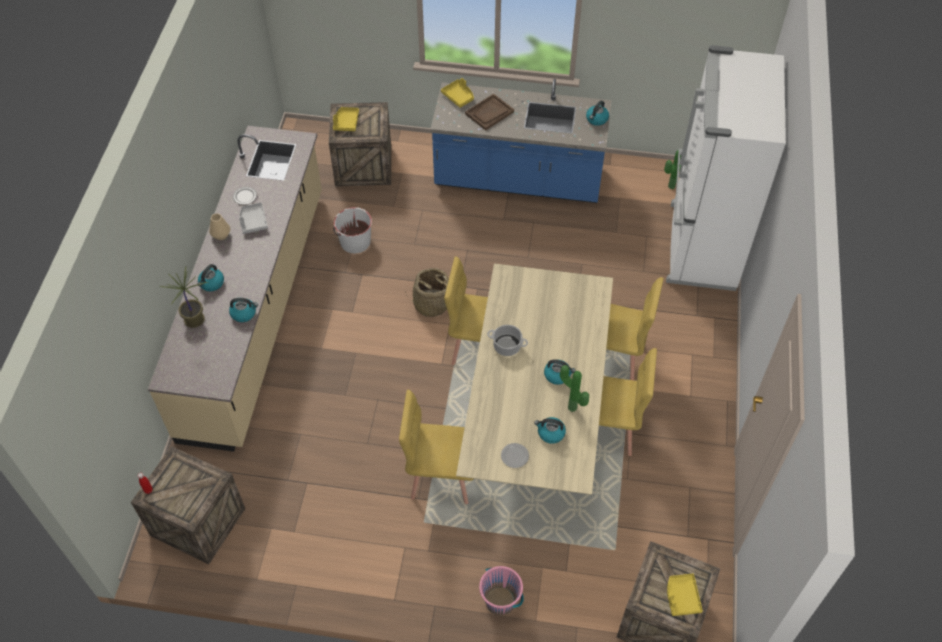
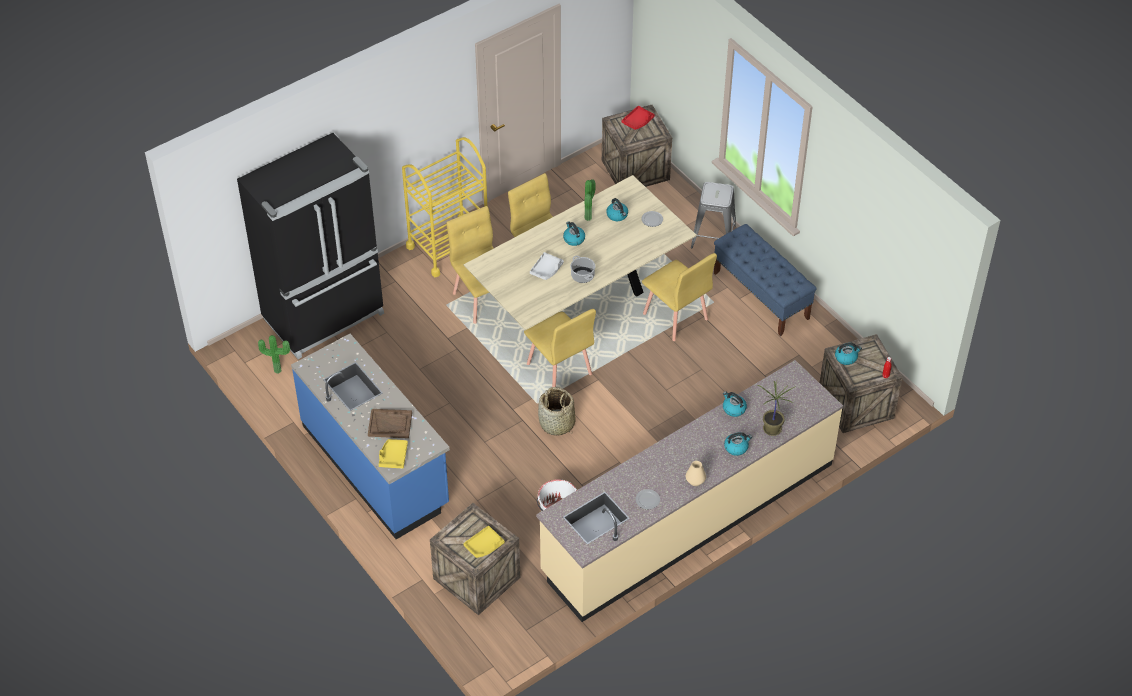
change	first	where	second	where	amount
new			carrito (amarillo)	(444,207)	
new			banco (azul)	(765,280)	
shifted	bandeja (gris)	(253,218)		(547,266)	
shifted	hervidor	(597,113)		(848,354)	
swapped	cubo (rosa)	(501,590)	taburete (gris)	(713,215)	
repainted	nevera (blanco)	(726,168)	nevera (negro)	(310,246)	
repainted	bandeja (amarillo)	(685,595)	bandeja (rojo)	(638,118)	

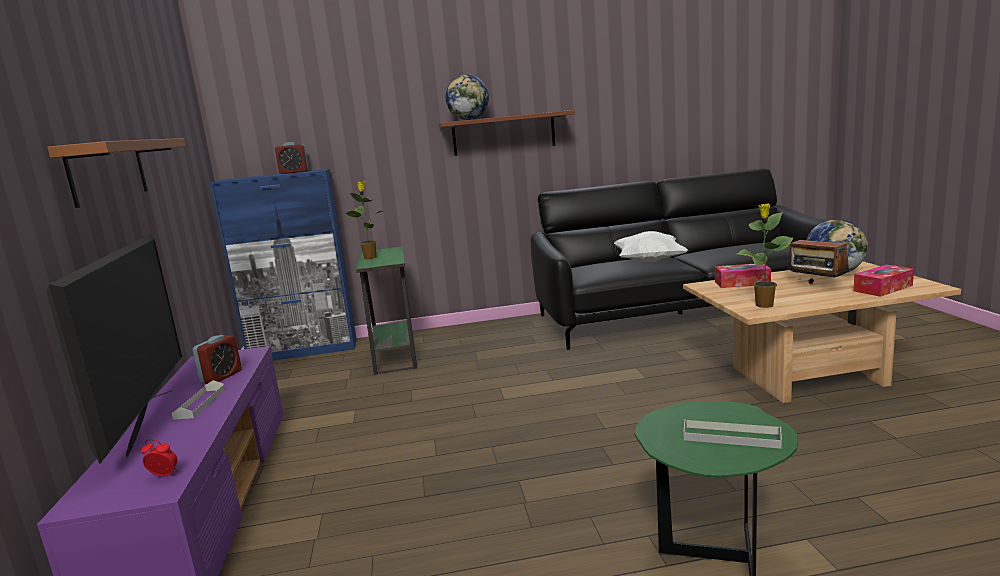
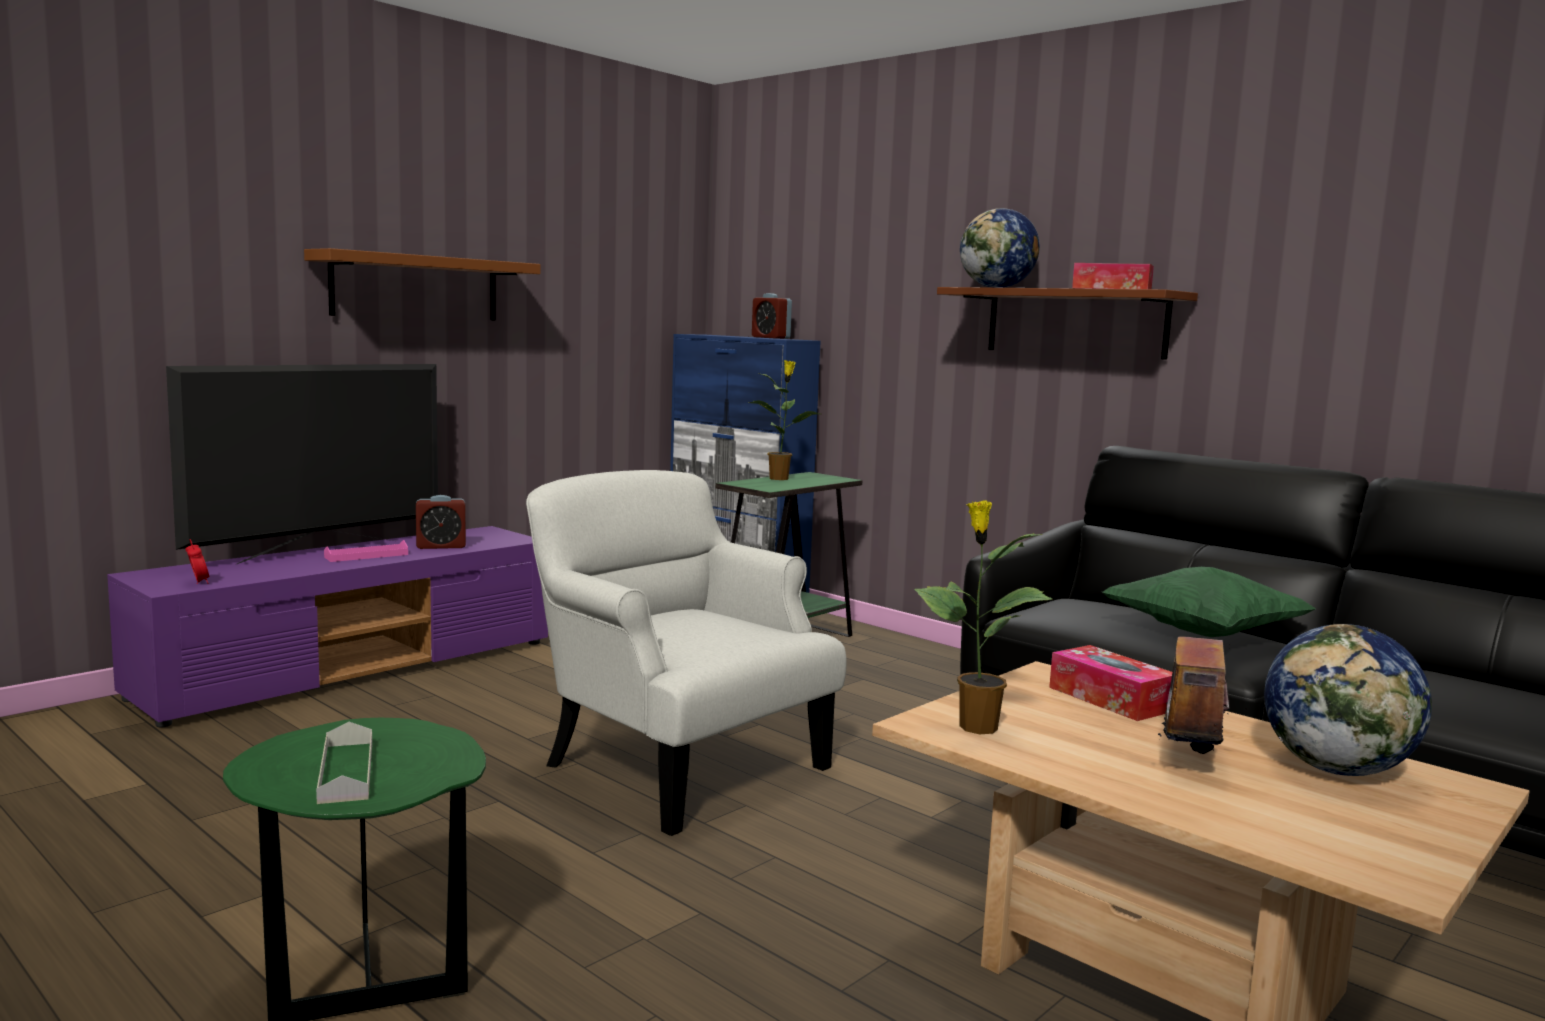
change	first	where	second	where	amount
new			sillón (blanco)	(686,653)	
shifted	caja de pañuelos	(884,281)		(1113,276)	
repainted	bandeja (gris)	(198,400)	bandeja (rosa)	(366,551)	
repainted	cojín (blanco)	(651,246)	cojín (verde)	(1209,602)	

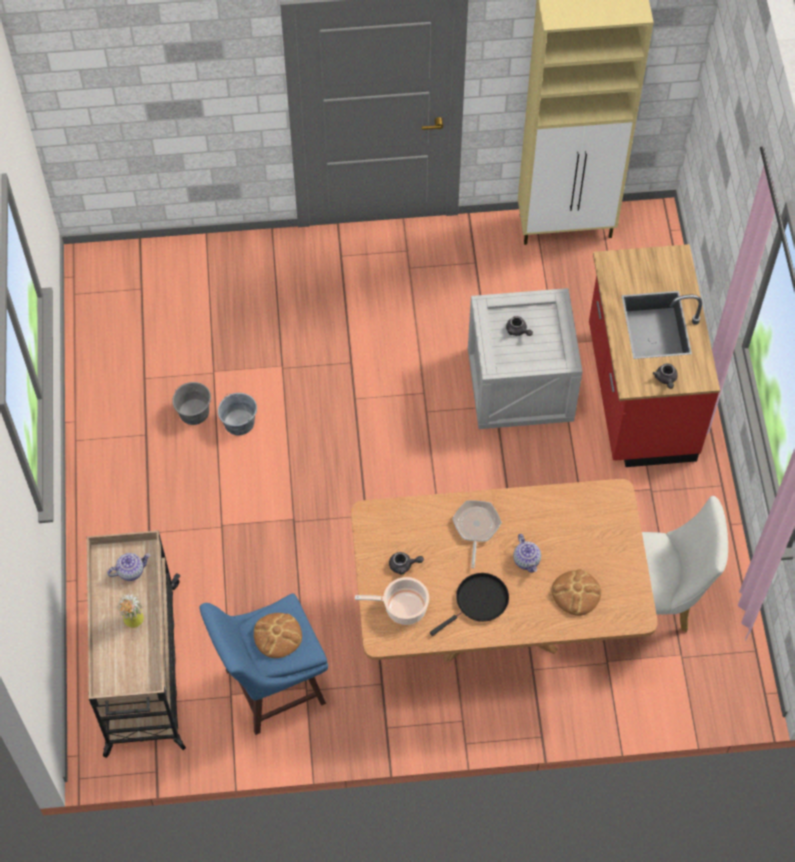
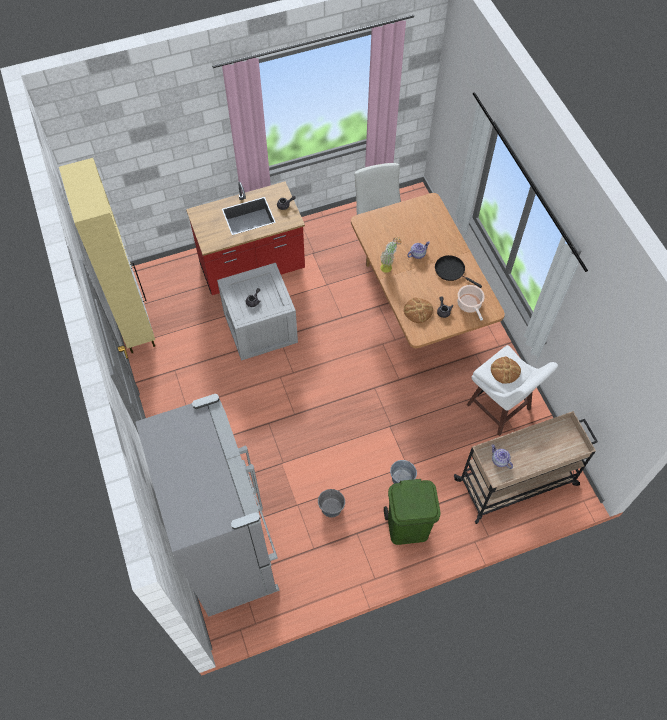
change	first	where	second	where	amount
gone	sartén	(477,534)			
new			nevera (gris)	(207,505)	
new			papelera (verde)	(412,512)	
shifted	planta en maceta	(130,610)		(391,255)	
shifted	cubo (gris)	(237,414)		(403,472)	
shifted	pan	(576,592)		(418,310)	
repainted	taburete (azul)	(263,664)	taburete (blanco)	(512,390)	

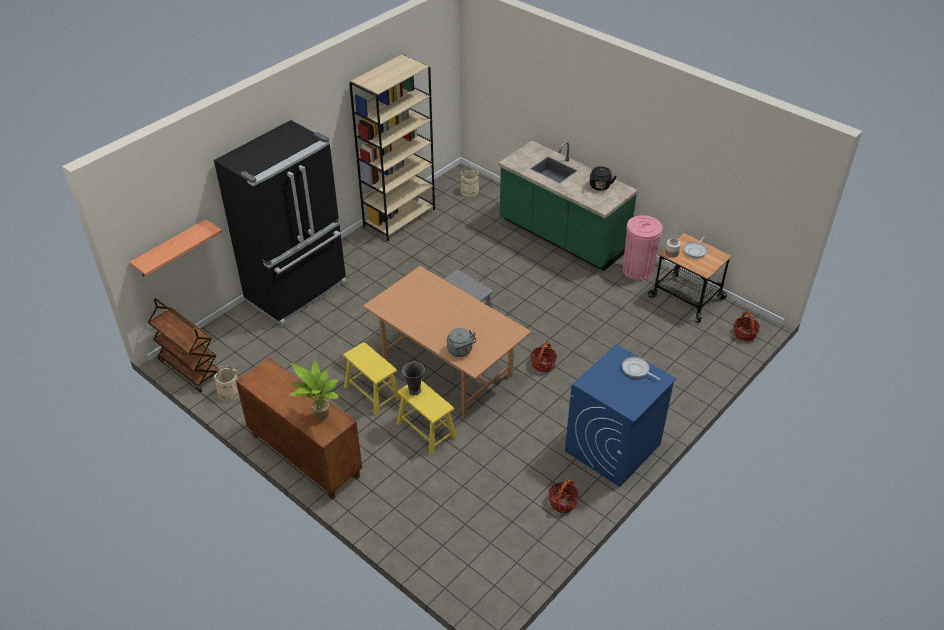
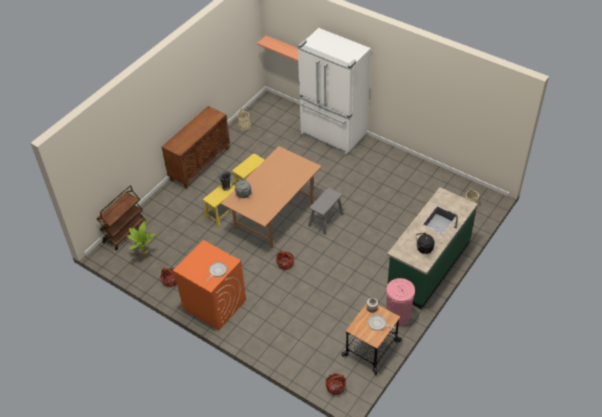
change	first	where	second	where	amount
gone	estantería (beis)	(392,147)			
shifted	carrito (marrón)	(183,345)		(121,218)	
shifted	planta en maceta	(314,390)		(141,239)	
repainted	nevera (negro)	(280,223)	nevera (blanco)	(334,92)	
repainted	lavadora (azul)	(621,415)	lavadora (naranja)	(209,285)	

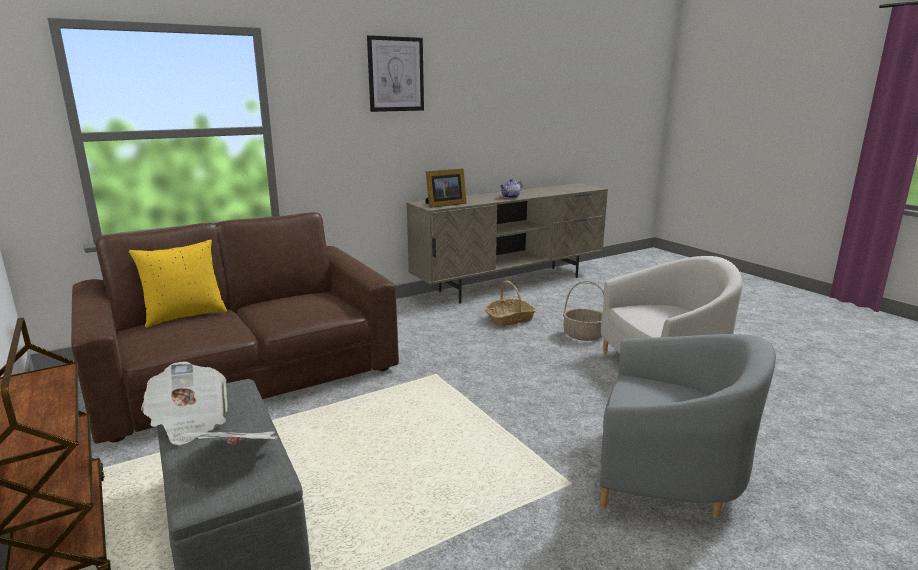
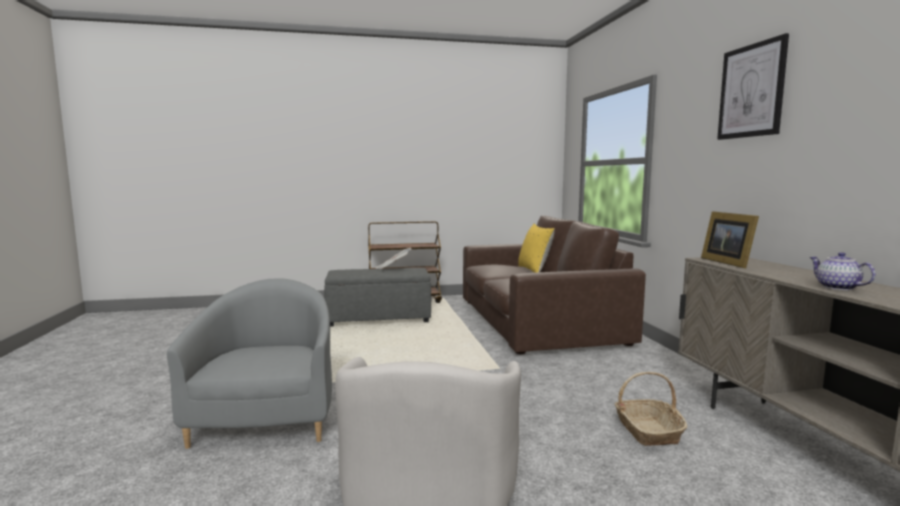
change	first	where	second	where	amount
gone	periódico	(229,438)			
gone	cesta	(583,311)			
rotated	sillón (gris)	(688,426)		(249,363)	135 degrees clockwise

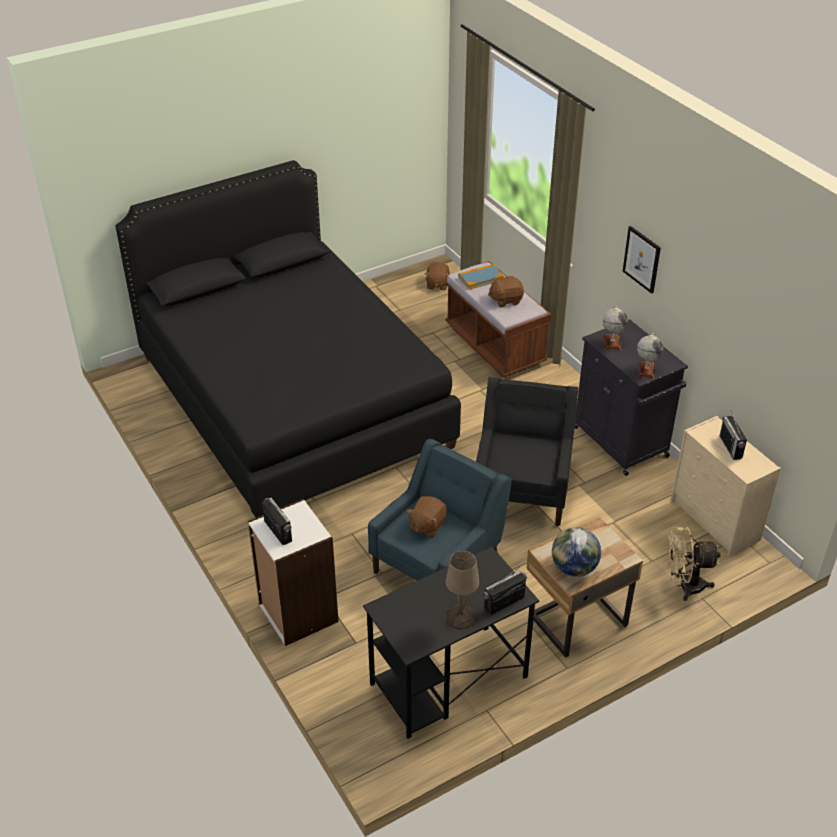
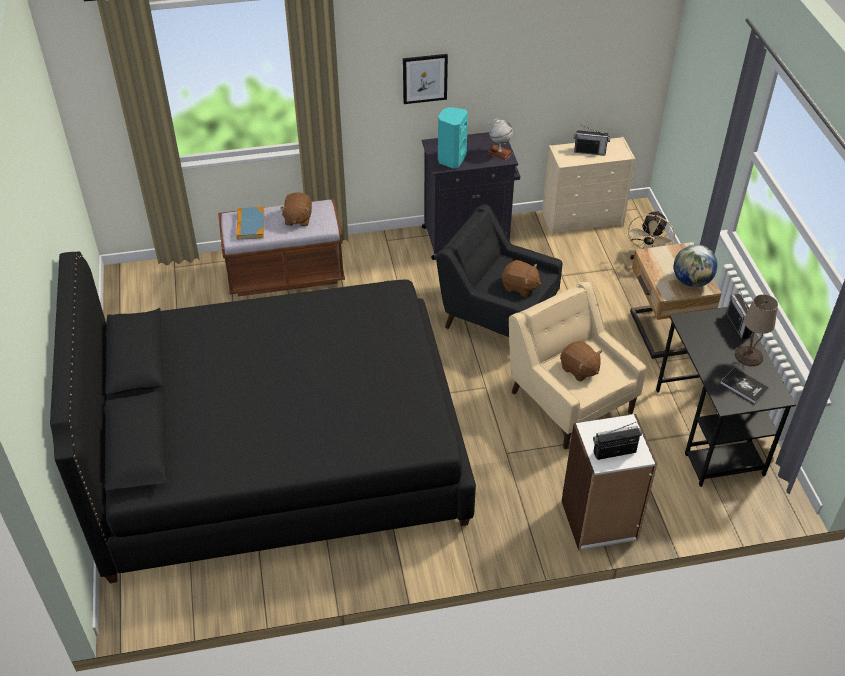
change	first	where	second	where	amount
new			libro	(744,386)	
shifted	peluche (marrón)	(437,276)		(521,278)	
swapped	globo terráqueo	(615,328)	altavoz (turquesa)	(453,138)	
repainted	sillón (azul)	(440,509)	sillón (beis)	(578,365)	

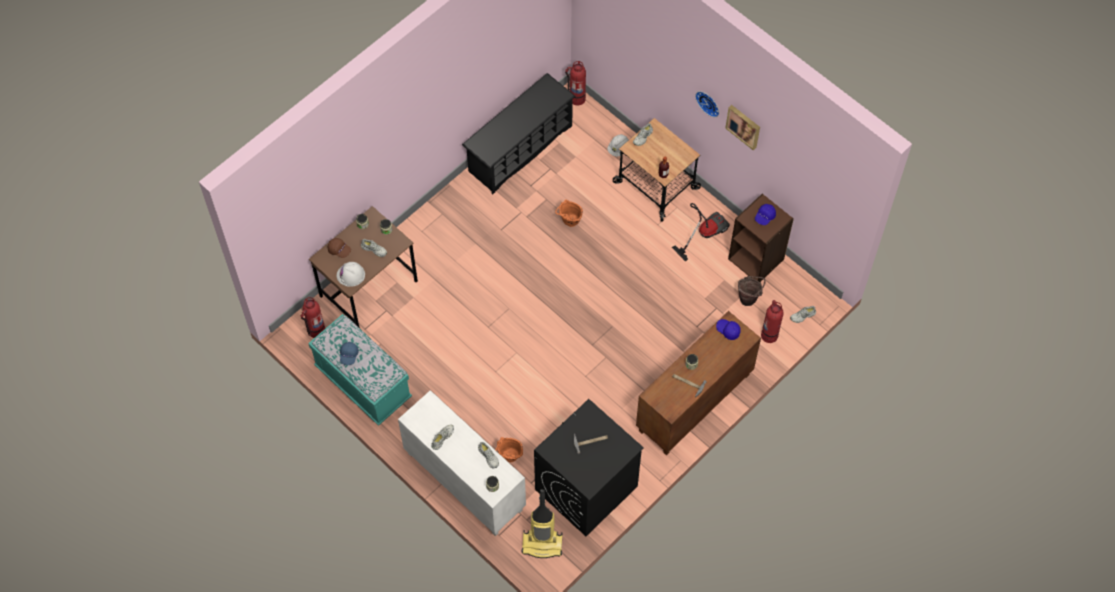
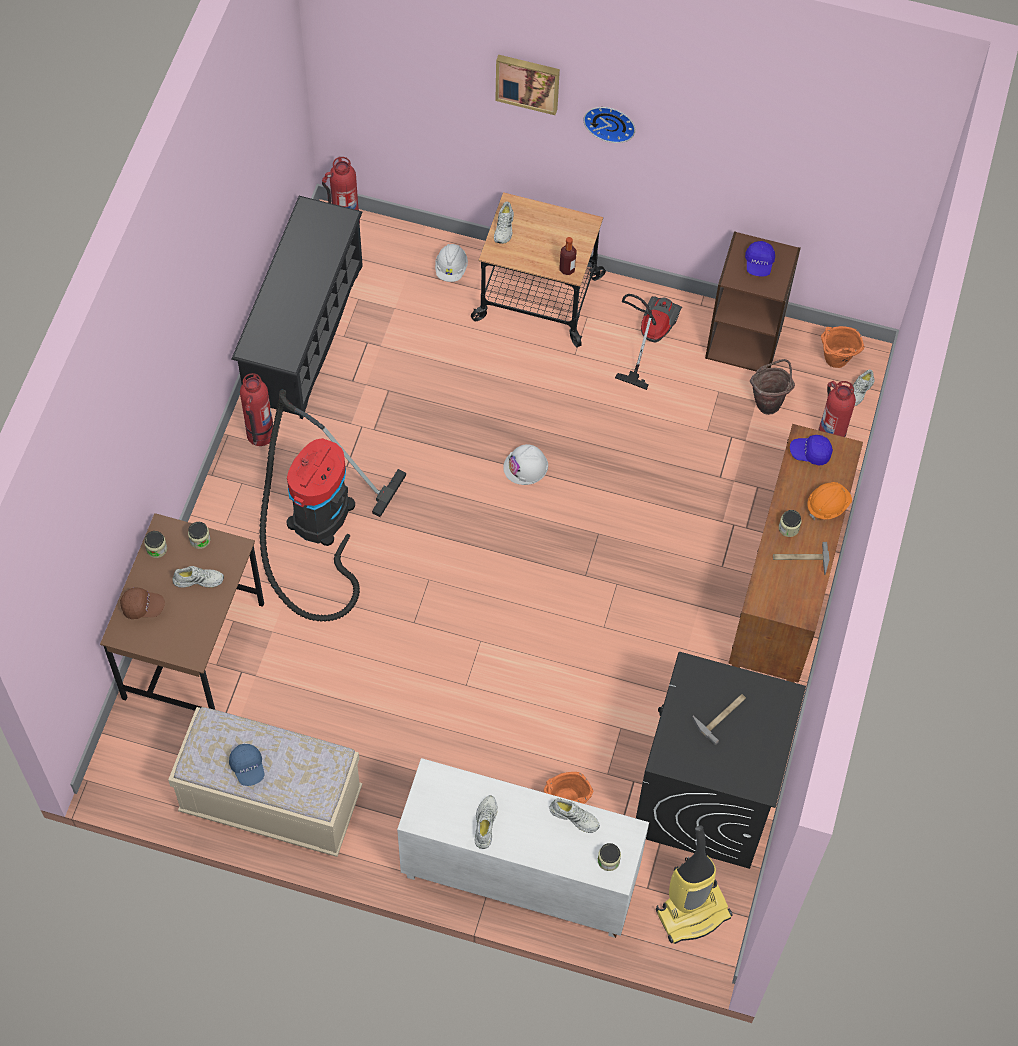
change	first	where	second	where	amount
new			aspiradora	(332,505)	
new			casco (naranja)	(829,501)	
shifted	extintor	(313,317)		(256,409)	
shifted	casco (blanco)	(351,274)		(525,464)	
shifted	cubo (naranja)	(569,213)		(842,347)	
shifted	cuadro	(742,127)		(527,84)	
repainted	banco (turquesa)	(360,370)	banco (beis)	(265,782)	

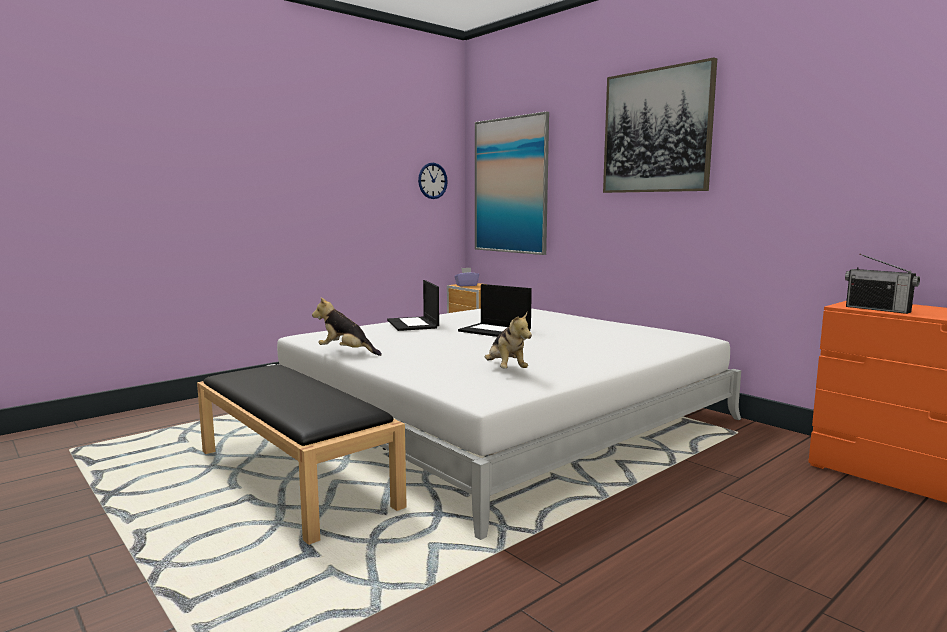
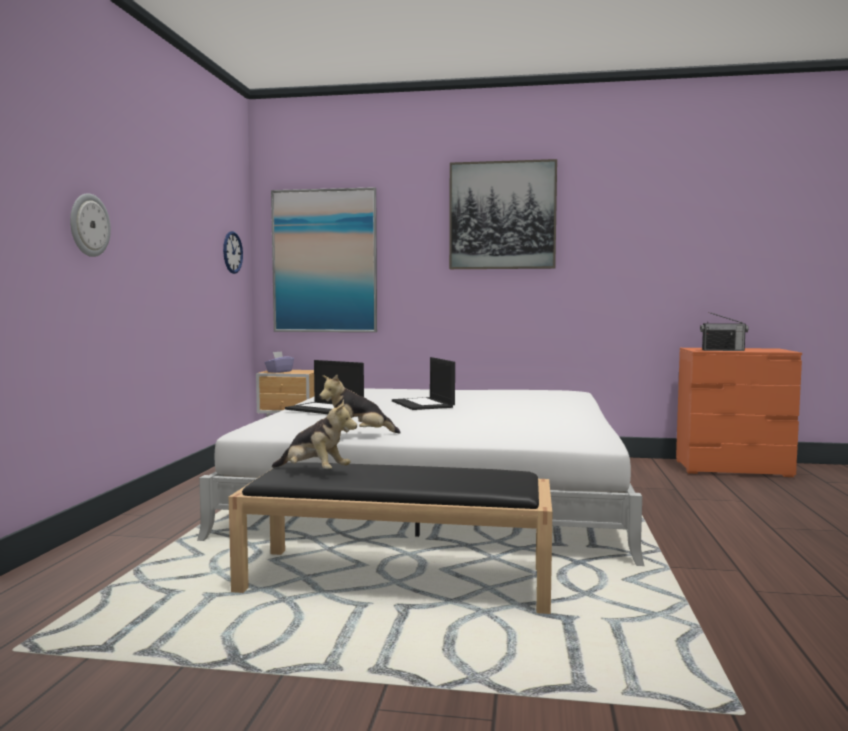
change	first	where	second	where	amount
new			reloj de pared	(90,225)	
shifted	peluche	(508,340)		(314,434)	
rotated	portátil	(495,310)		(423,383)	75 degrees clockwise

